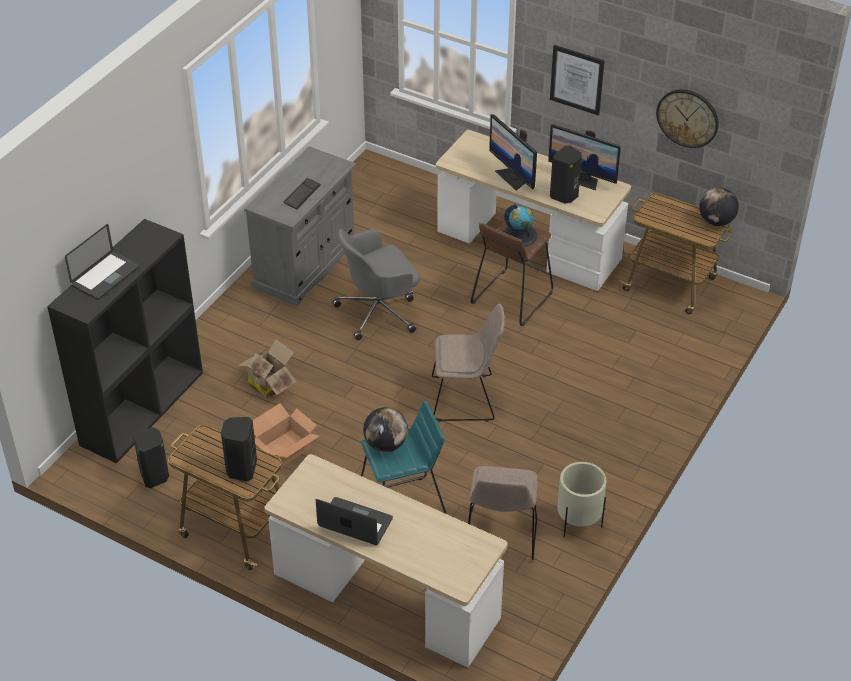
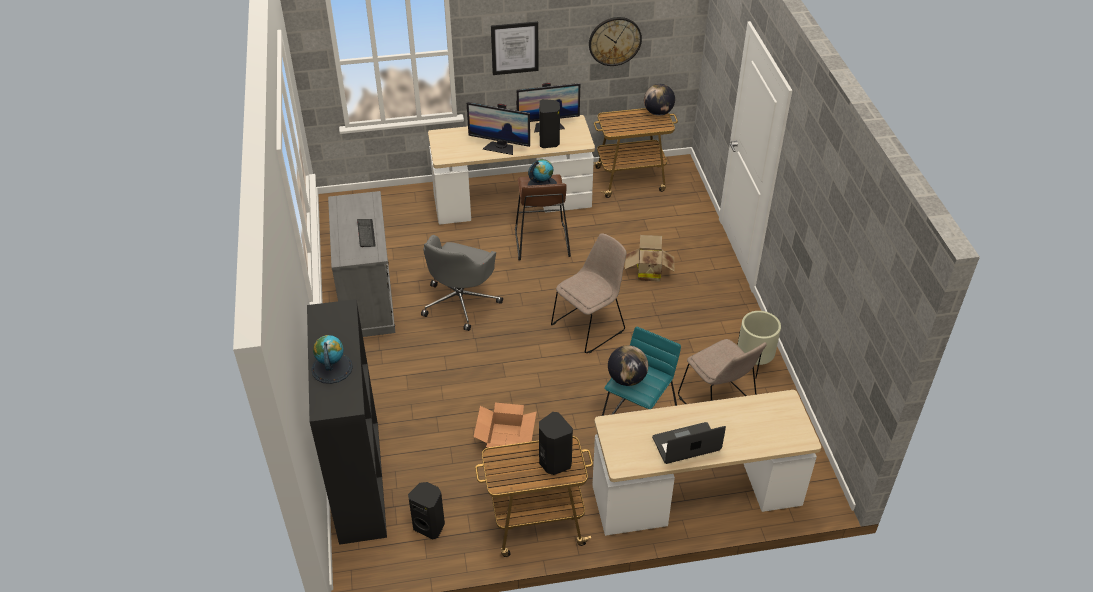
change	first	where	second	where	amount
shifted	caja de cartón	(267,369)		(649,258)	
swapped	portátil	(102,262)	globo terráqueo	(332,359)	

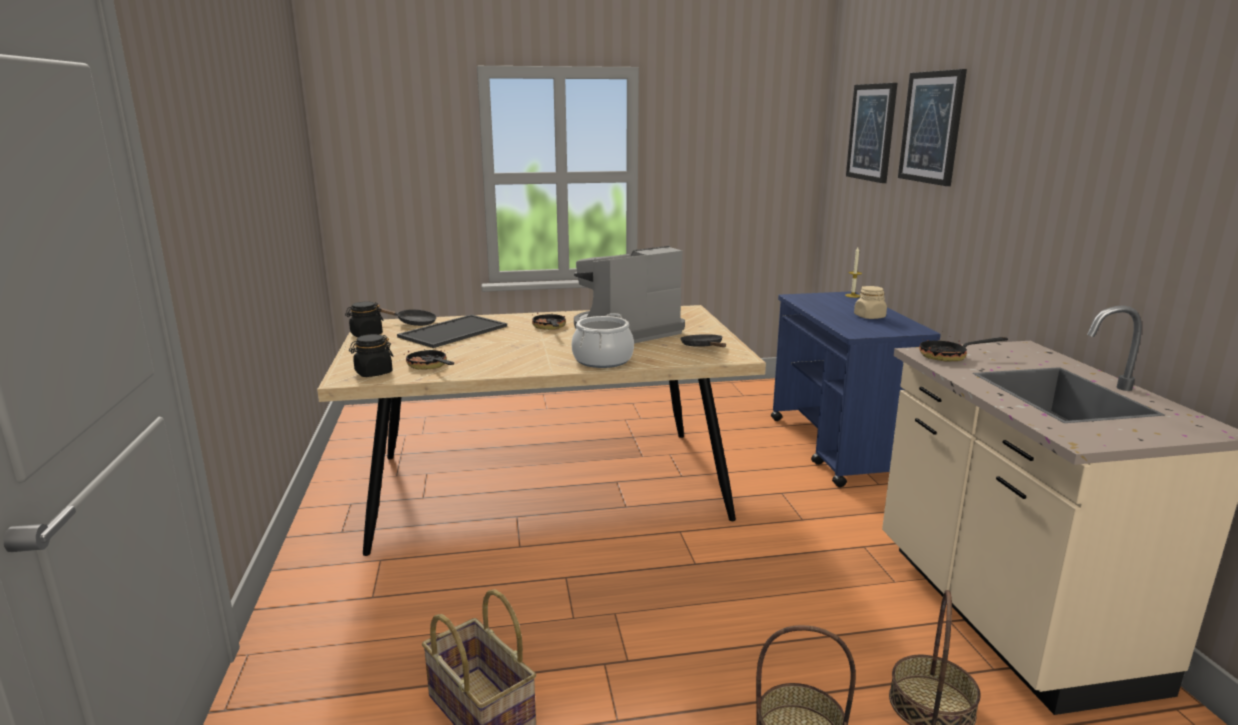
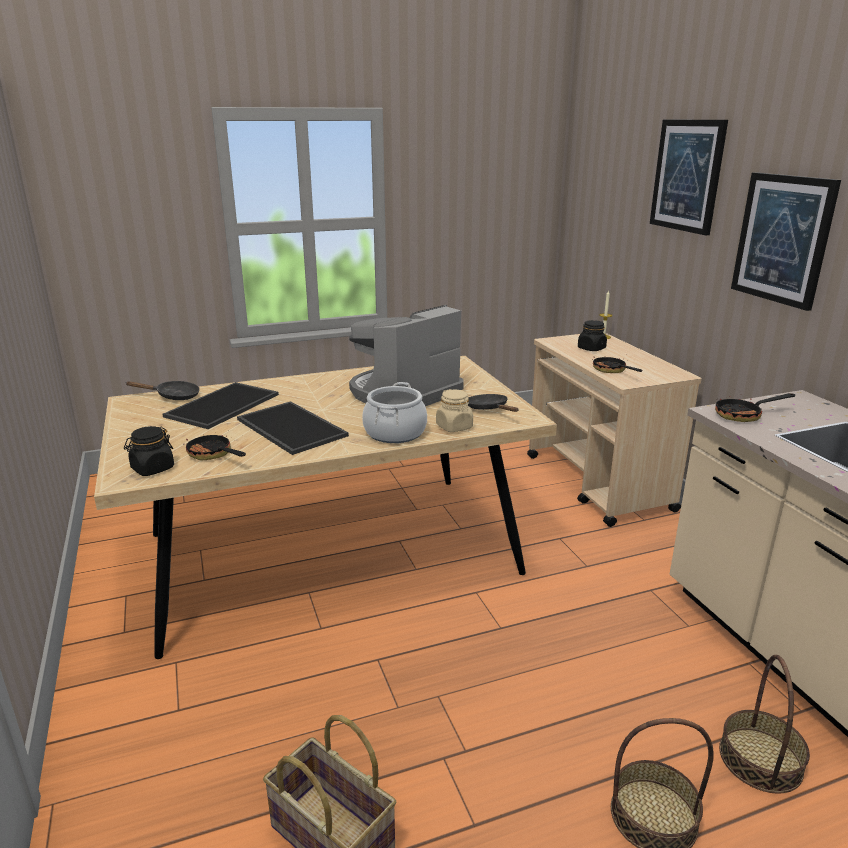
change	first	where	second	where	amount
new			bandeja	(293,428)	
shifted	tarro (negro)	(364,319)		(592,335)	
shifted	sartén	(549,321)		(617,365)	
shifted	cuadro	(871,133)		(786,241)	
shifted	tarro (beis)	(870,302)		(454,410)	
repainted	carrito (azul)	(856,389)	carrito (beis)	(614,430)	

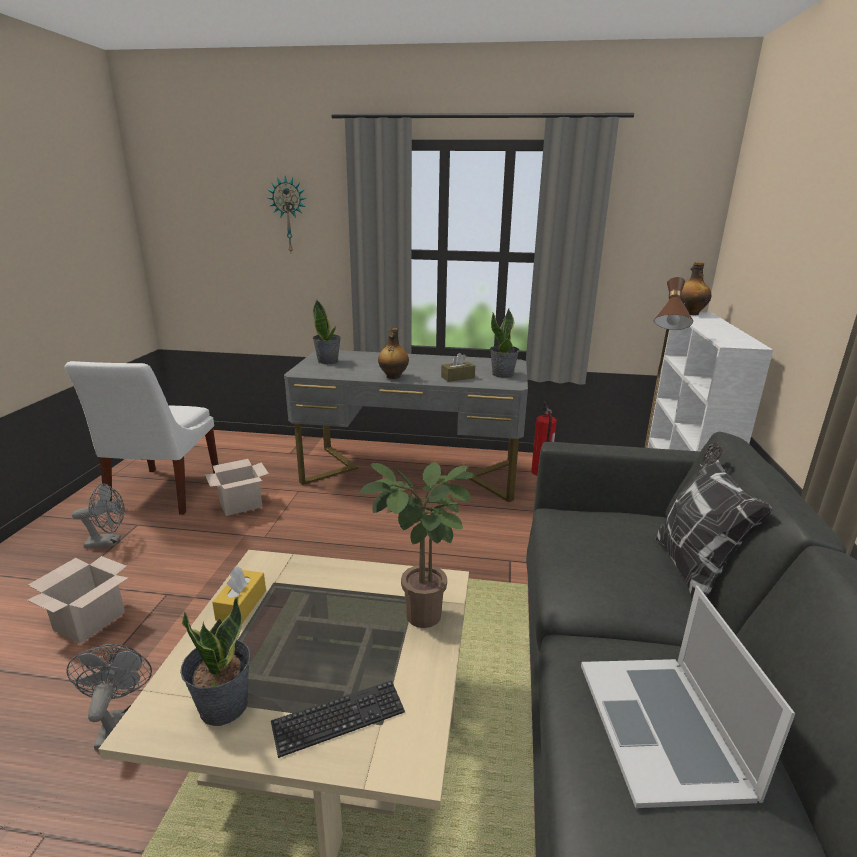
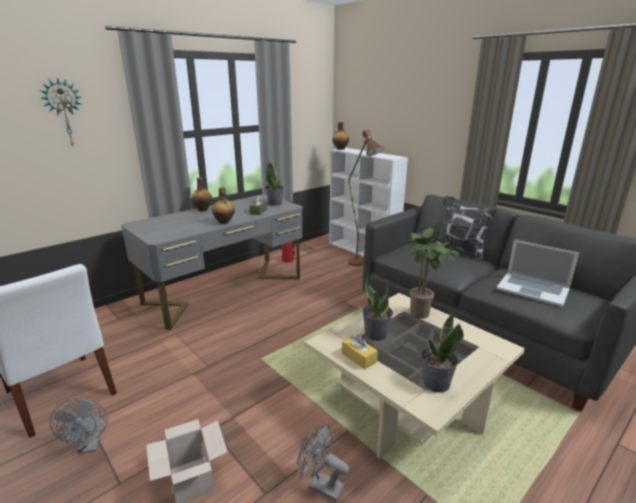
change	first	where	second	where	amount
gone	caja de cartón	(237,487)			
gone	teclado	(338,719)			
new			botella	(202,194)	
shifted	planta en maceta	(327,332)		(377,309)	
rotated	ventilador (gris)	(98,515)		(79,426)	135 degrees clockwise

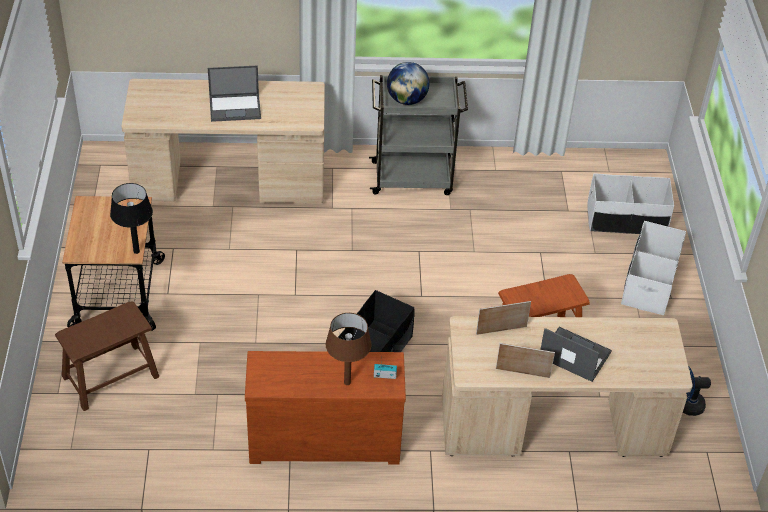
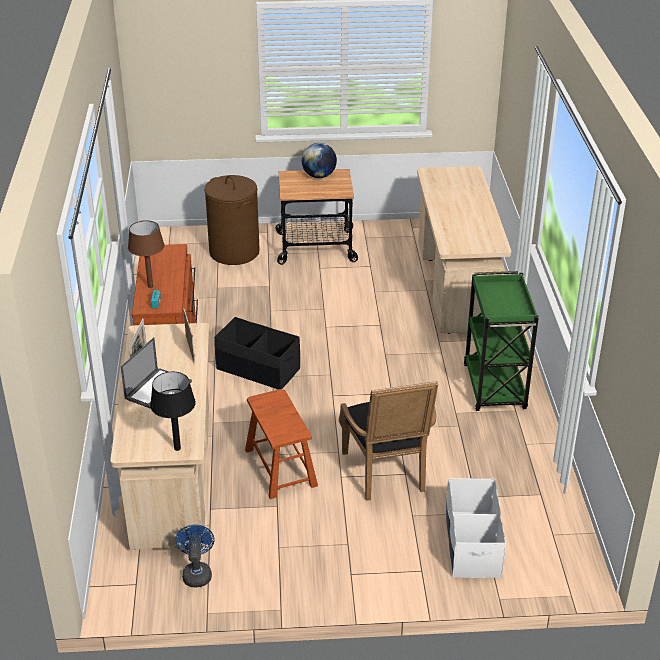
change	first	where	second	where	amount
gone	portátil	(234,93)			
gone	caja de almacenaje (blanco)	(653,268)			
new			sillón (negro)	(388,441)	
shifted	lámpara de mesa (negro)	(131,218)		(173,411)	
shifted	globo terráqueo	(408,83)		(319,160)	
swapped	taburete (marrón)	(107,356)	cesto de la ropa (marrón)	(232,220)	
repainted	carrito (gris)	(418,135)	carrito (verde)	(501,341)	

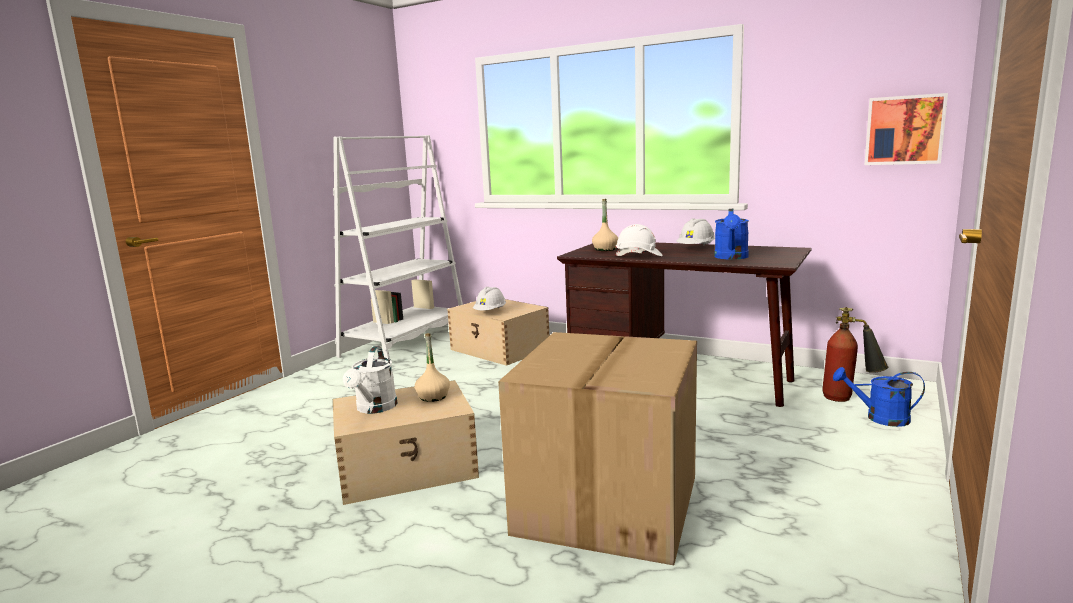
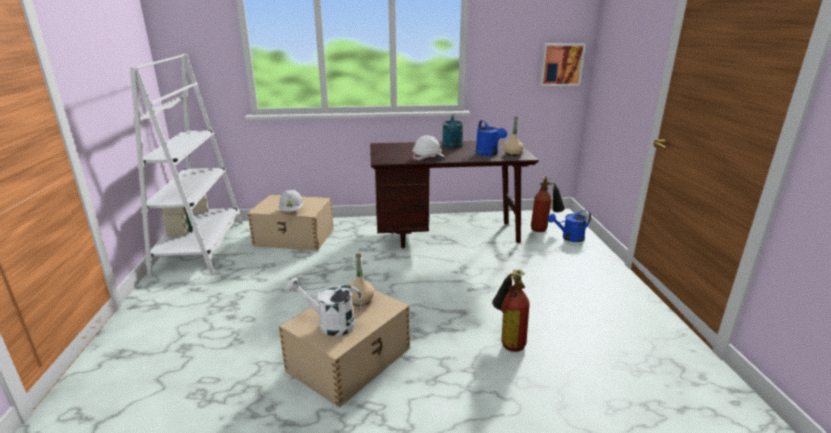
change	first	where	second	where	amount
shifted	botella (beis)	(605,225)		(513,136)	
swapped	caja de cartón	(597,448)	extintor	(511,311)	
swapped	casco (blanco)	(696,232)	regadera (turquesa)	(452,131)	
rotated	regadera (blanco)	(370,380)		(324,307)	135 degrees clockwise

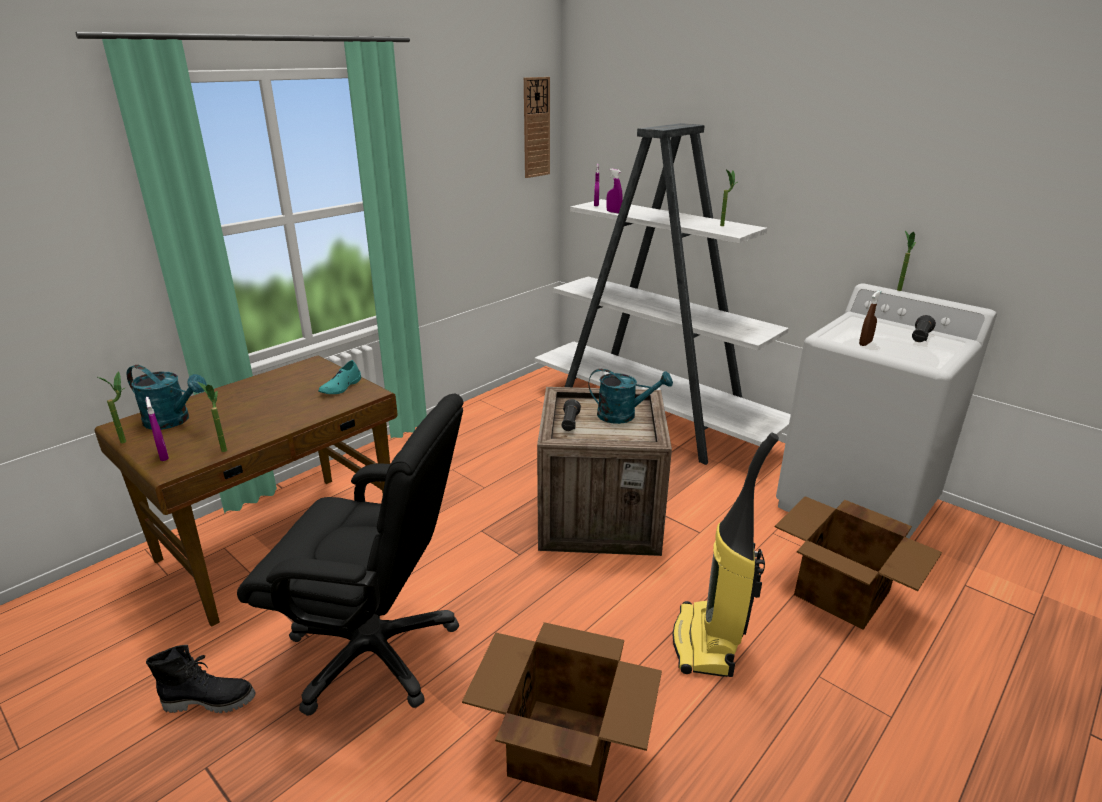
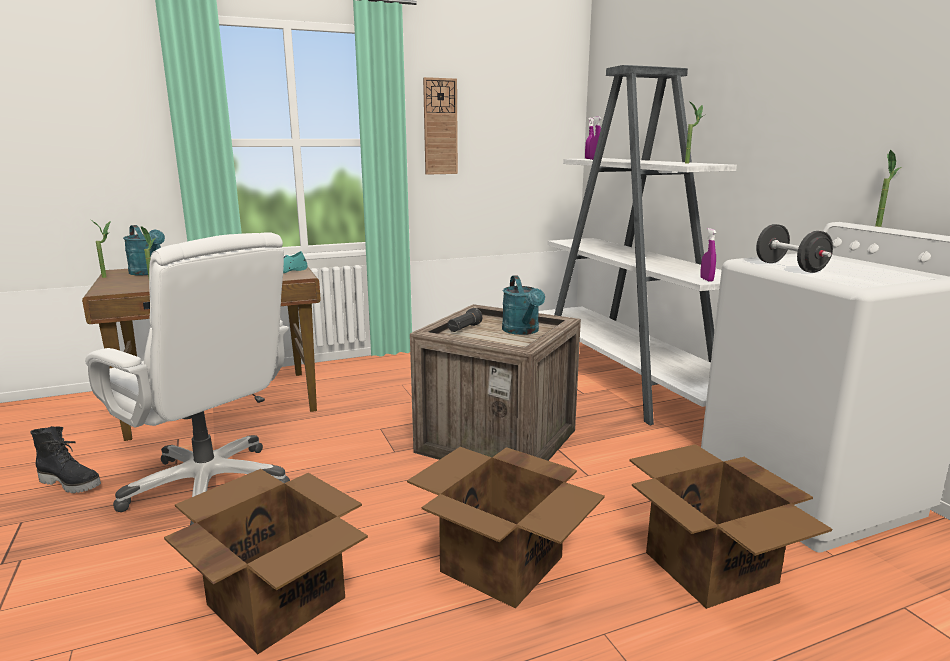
change	first	where	second	where	amount
gone	linterna (negro)	(924,328)			
shifted	pulverizador (morado)	(157,429)		(708,255)	
shifted	reloj de pared	(537,127)		(440,126)	
swapped	aspiradora	(725,554)	caja de cartón	(506,528)	
swapped	pulverizador (marrón)	(870,318)	mancuerna (negro)	(794,248)	
repainted	silla de oficina (negro)	(350,555)	silla de oficina (blanco)	(187,378)	
rotated	regadera (turquesa)	(630,396)		(523,305)	45 degrees clockwise

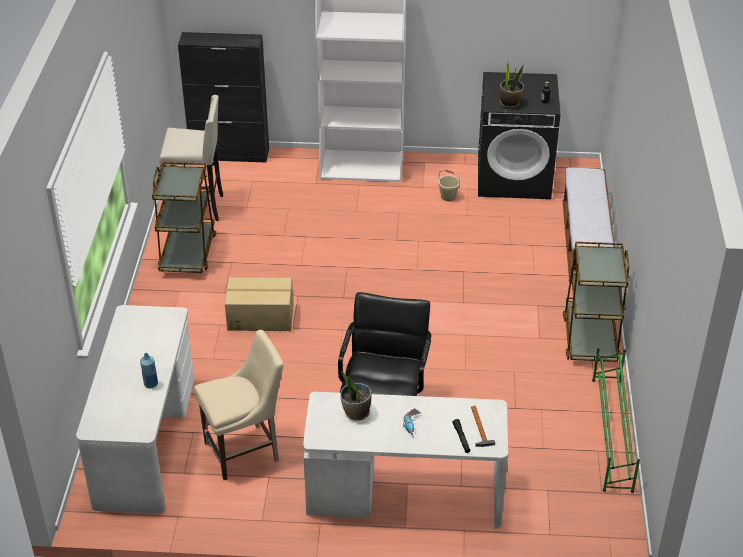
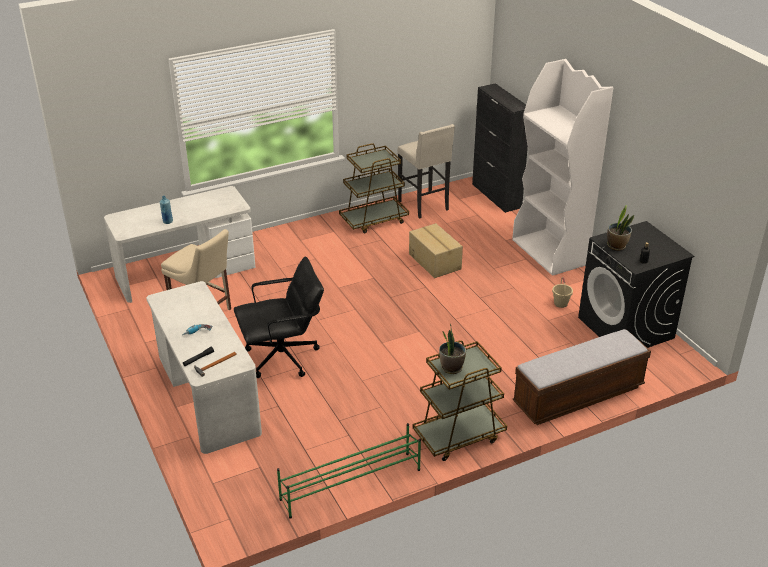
change	first	where	second	where	amount
shifted	caja de cartón	(259,304)		(436,250)	
shifted	planta en maceta	(355,396)		(452,348)	

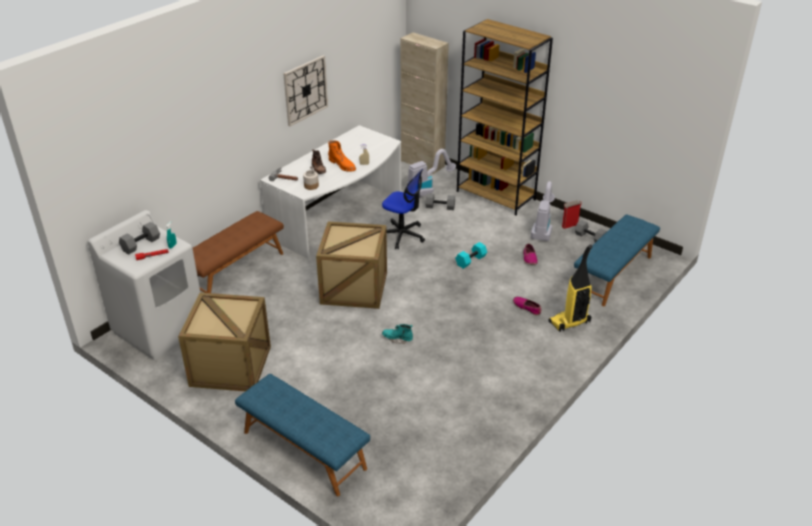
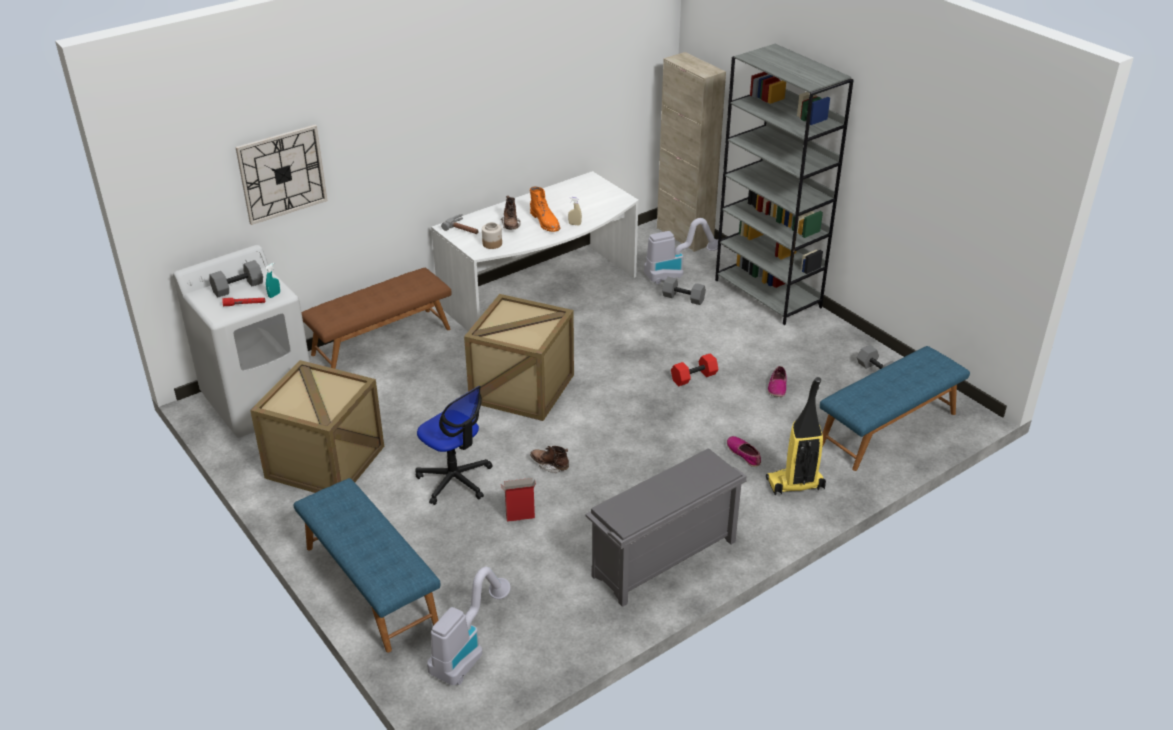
change	first	where	second	where	amount
new			zapatero (gris)	(666,528)	
shifted	reloj de pared	(305,90)		(281,175)	
shifted	silla de oficina	(403,209)		(454,445)	
shifted	aspiradora	(543,211)		(469,626)	
shifted	caja de cartón	(572,214)		(518,500)	
repainted	bota (turquesa)	(397,334)	bota (marrón)	(549,459)	
repainted	mancuerna (turquesa)	(471,255)	mancuerna (rojo)	(694,369)	
repainted	estantería (marrón)	(505,117)	estantería (gris)	(784,184)	

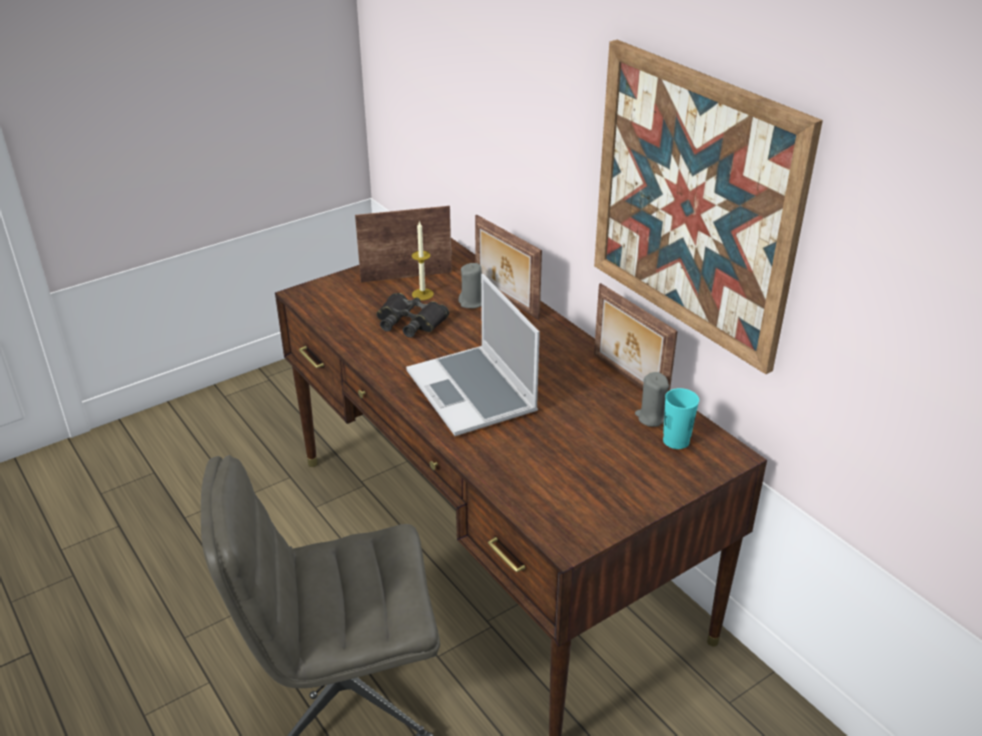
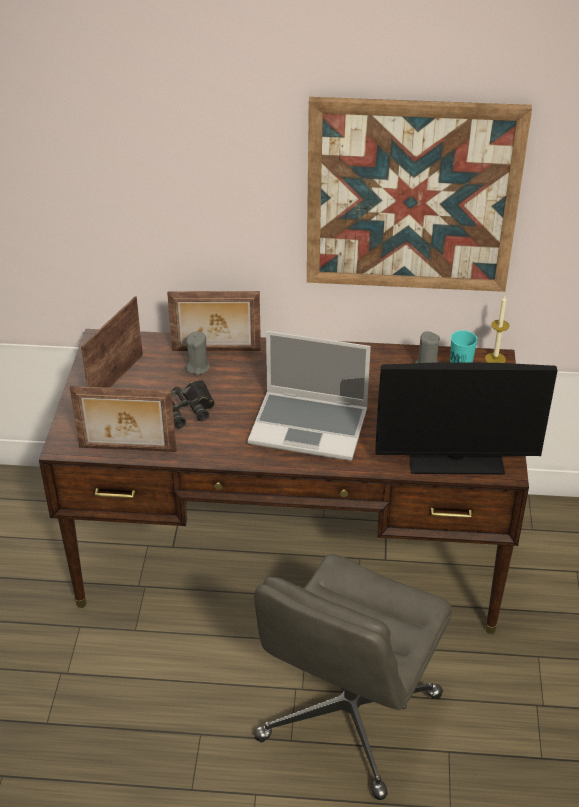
change	first	where	second	where	amount
new			monitor	(466,418)	
shifted	vela	(423,260)		(497,329)	
shifted	portarretratos	(636,337)		(123,419)	

